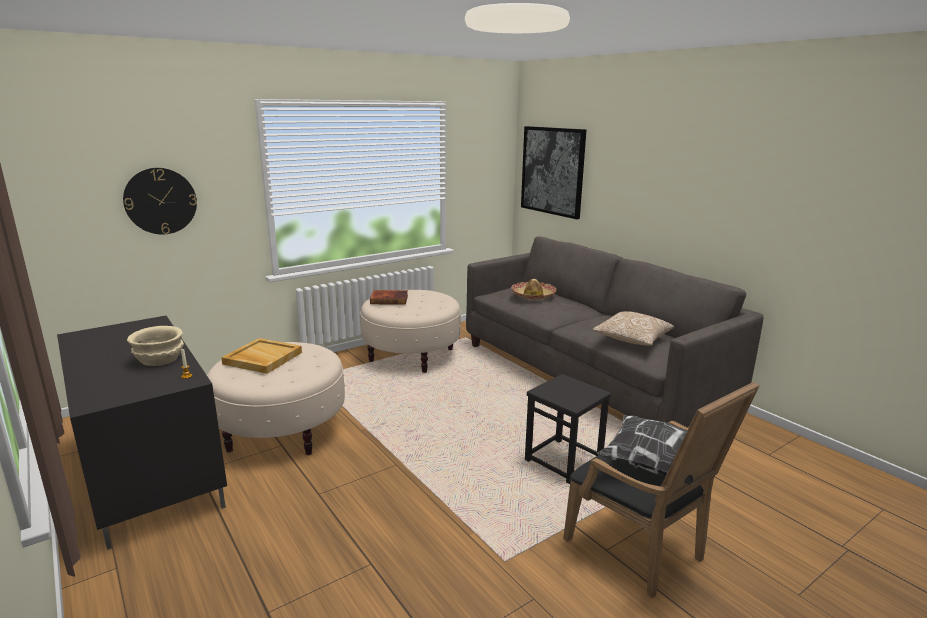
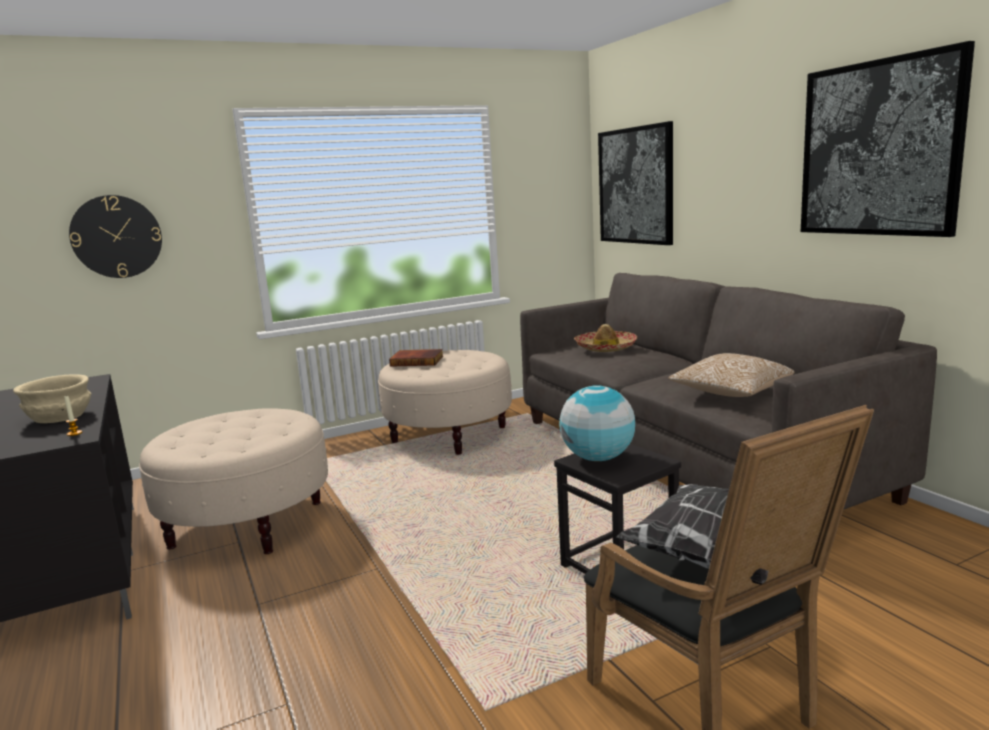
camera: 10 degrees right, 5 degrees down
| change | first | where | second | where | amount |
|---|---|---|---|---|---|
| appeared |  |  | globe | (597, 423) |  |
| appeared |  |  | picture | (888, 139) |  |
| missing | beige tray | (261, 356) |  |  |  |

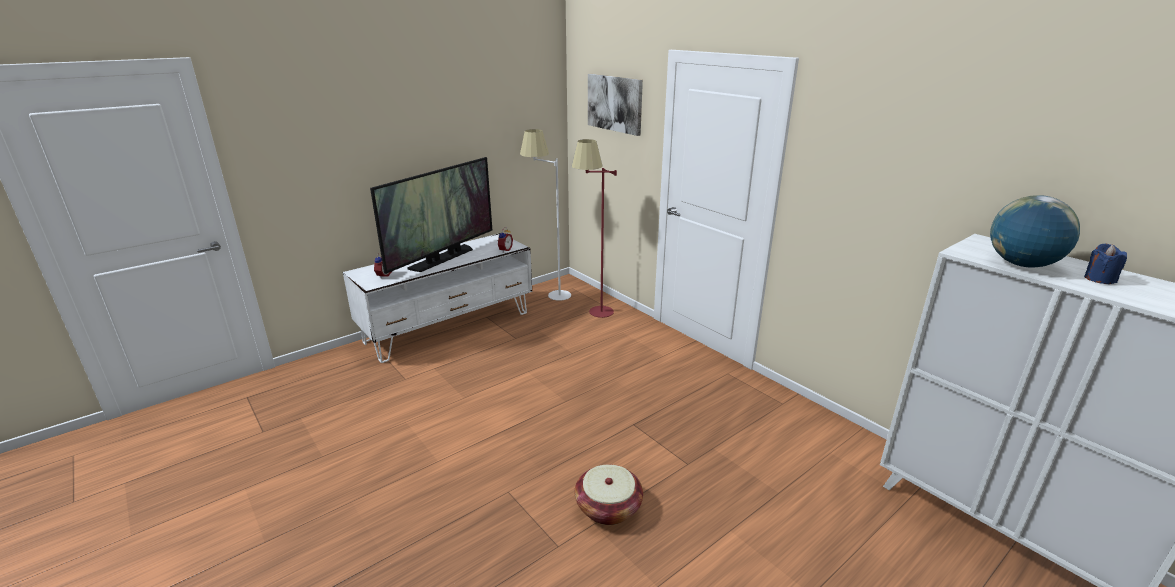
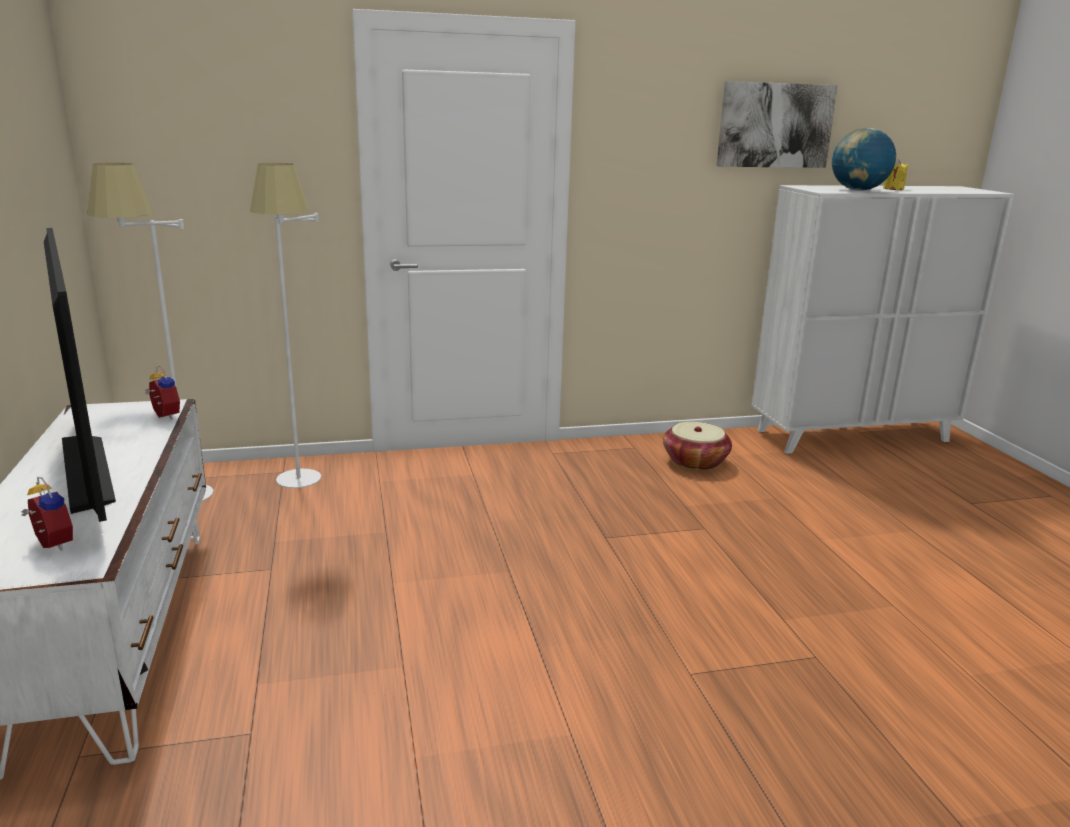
camera: 65 degrees left, 5 degrees down
| change | first | where | second | where | amount |
|---|---|---|---|---|---|
| colour | red floor lamp | (594, 228) | white floor lamp | (285, 325) |  |
| relocated | basket | (609, 495) |  | (697, 446) |  |
| relocated | picture | (615, 105) |  | (777, 124) |  |
| colour | blue candle | (1105, 263) | yellow candle | (895, 174) |  |

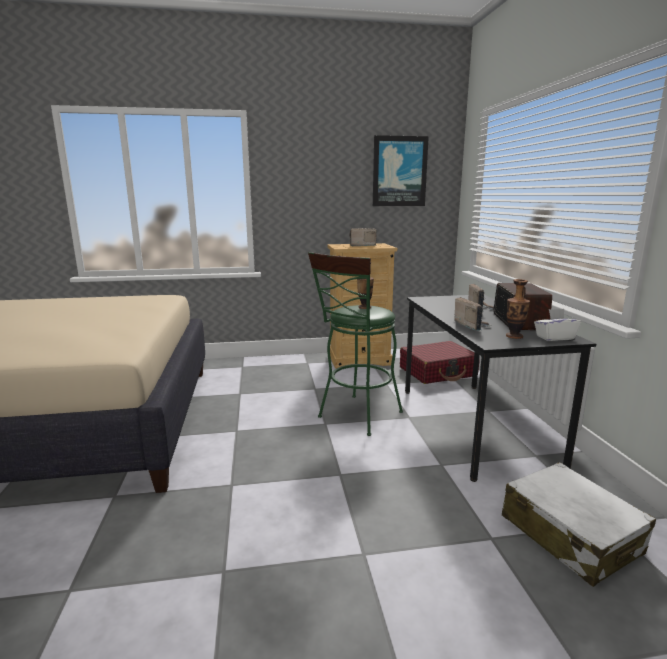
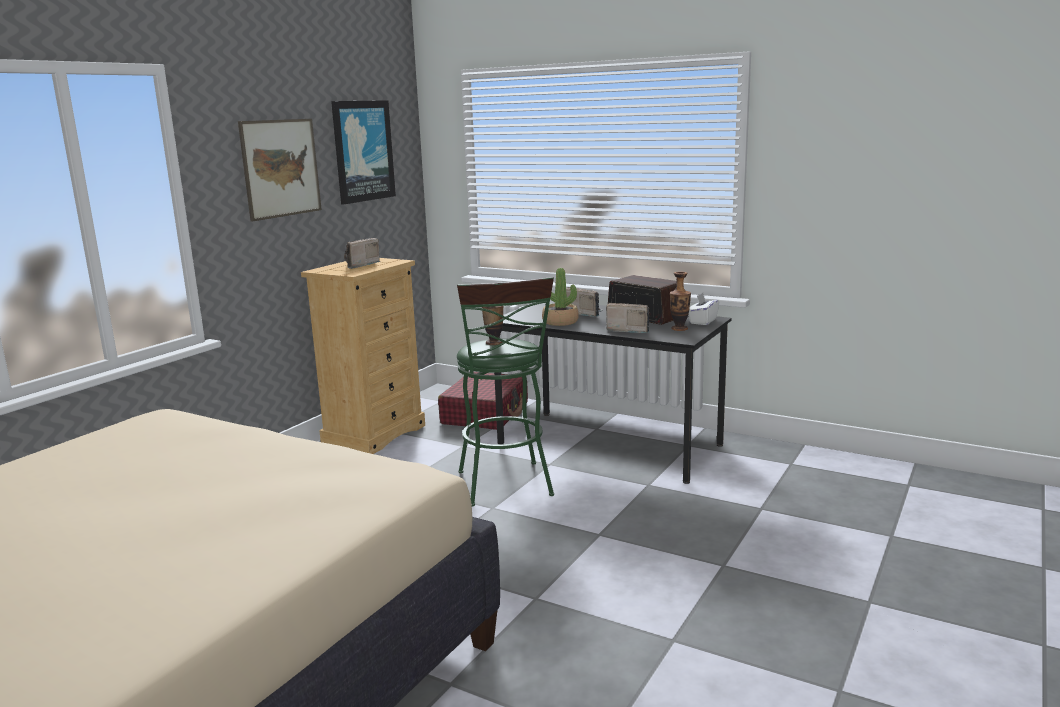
camera: 50 degrees left, 0 degrees up
| change | first | where | second | where | amount |
|---|---|---|---|---|---|
| appeared |  |  | picture | (280, 170) |  |
| appeared |  |  | potted plant | (560, 297) |  |
| missing | white suitcase | (579, 524) |  |  |  |

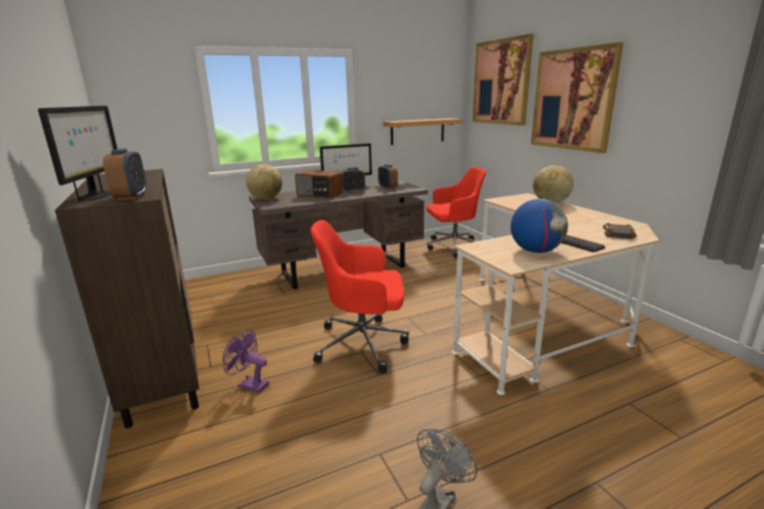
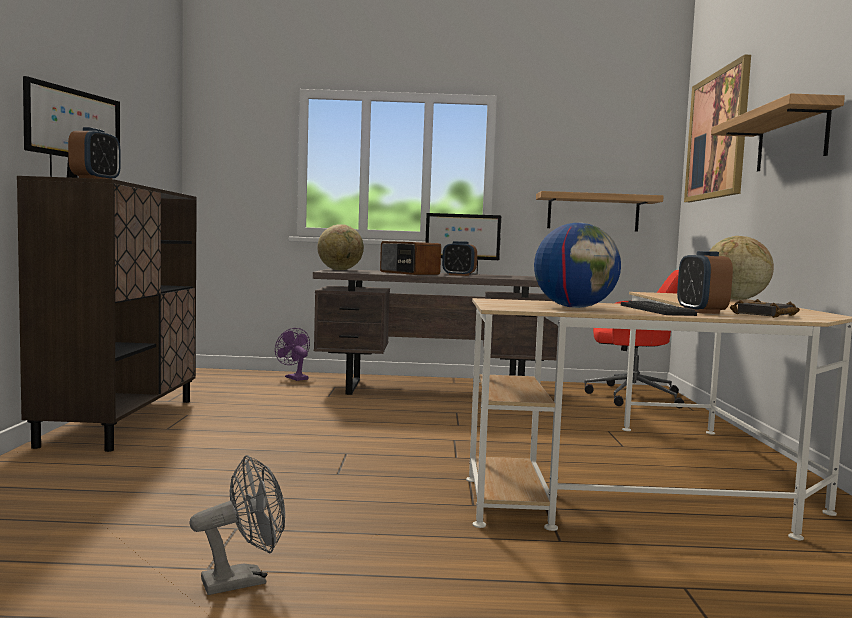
camera: 25 degrees right, 15 degrees down
| change | first | where | second | where | amount |
|---|---|---|---|---|---|
| relocated | purple fan | (246, 361) |  | (292, 354) |  |
| relocated | alarm clock | (388, 176) |  | (705, 282) |  |
| exchanged | picture | (577, 97) | shelf | (778, 132) |  |
| missing | red office chair | (360, 297) |  |  |  |

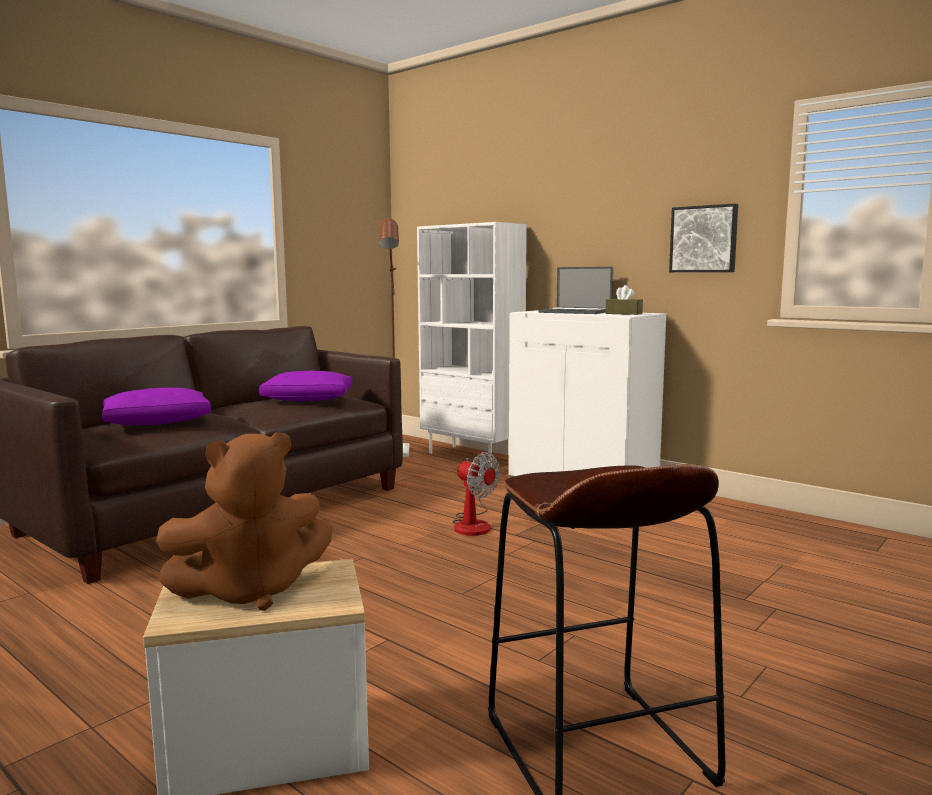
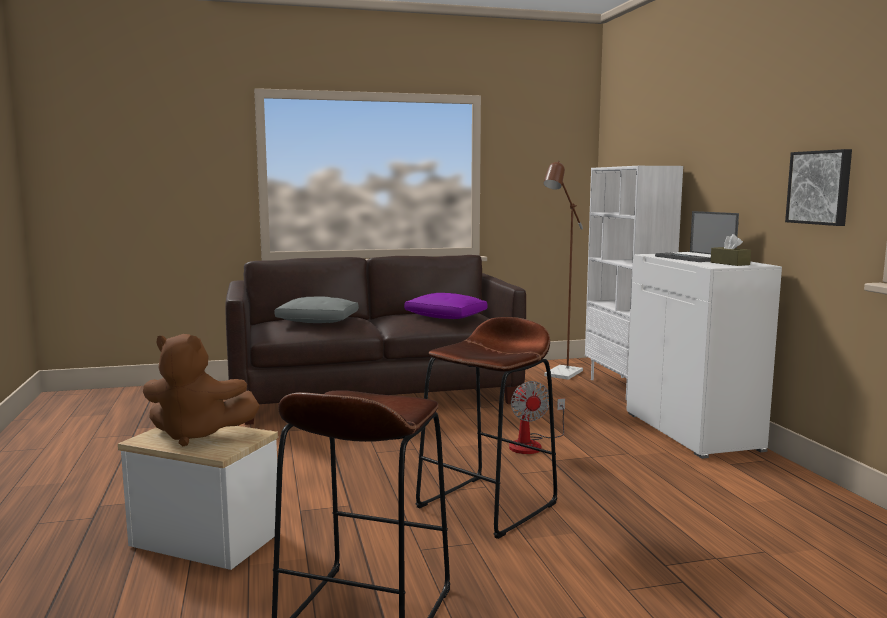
camera: 35 degrees right, 0 degrees up
| change | first | where | second | where | amount |
|---|---|---|---|---|---|
| colour | purple pillow | (156, 407) | grey pillow | (316, 309) |  |
| appeared |  |  | brown stool | (486, 428) |  |

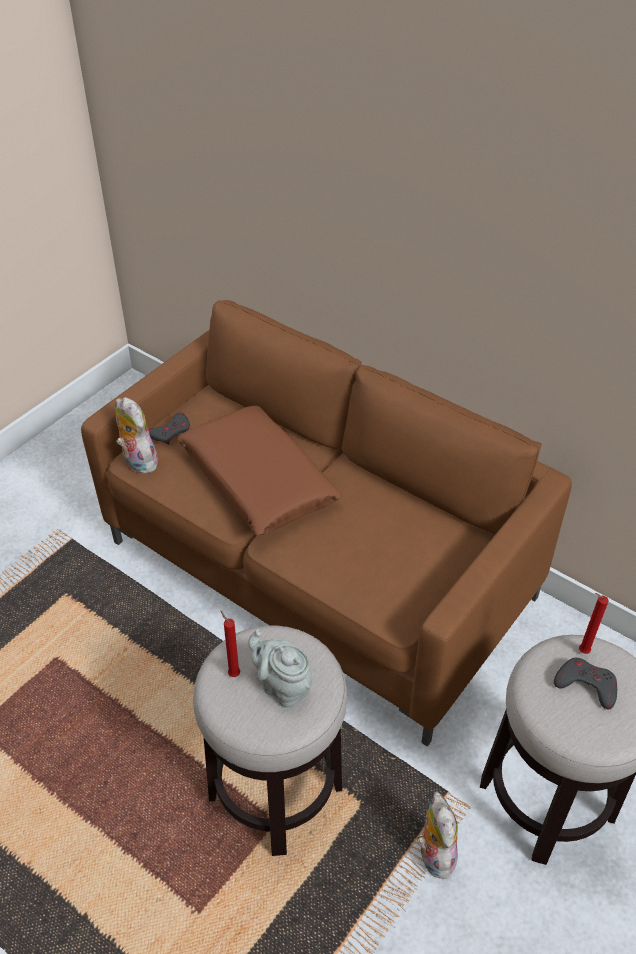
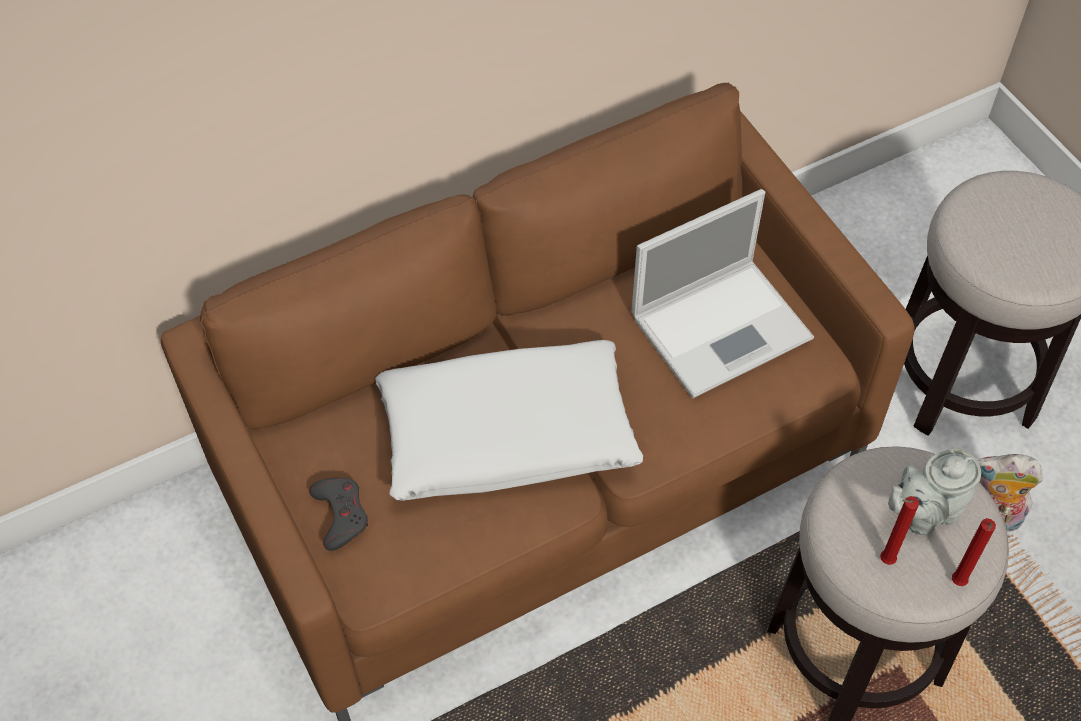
camera: 65 degrees left, 10 degrees up
| change | first | where | second | where | amount |
|---|---|---|---|---|---|
| colour | brown pillow | (259, 470) | white pillow | (509, 420) |  |
| appeared |  |  | laptop | (722, 293) |  |
| relocated | red candle | (594, 623) |  | (974, 552) |  |
| missing | plush toy | (138, 435) |  |  |  |
| missing | grey game controller | (585, 684) |  |  |  |

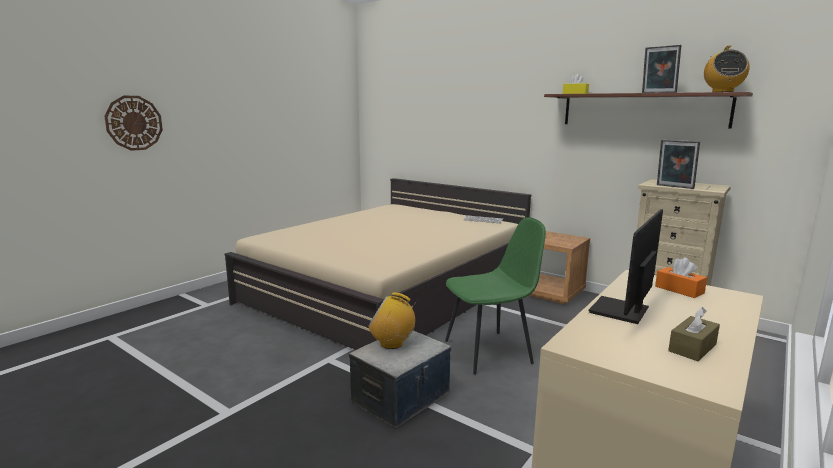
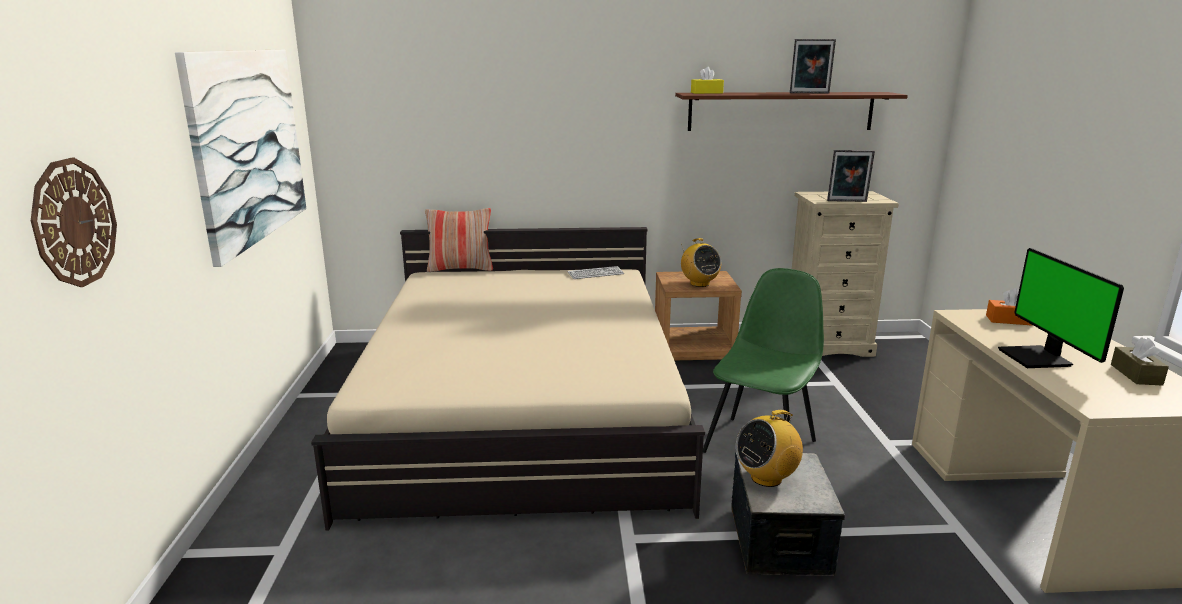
camera: 40 degrees left, 5 degrees up
| change | first | where | second | where | amount |
|---|---|---|---|---|---|
| appeared |  |  | picture | (240, 158) |  |
| appeared |  |  | pillow | (459, 240) |  |
| relocated | radio | (727, 69) |  | (701, 262) |  |

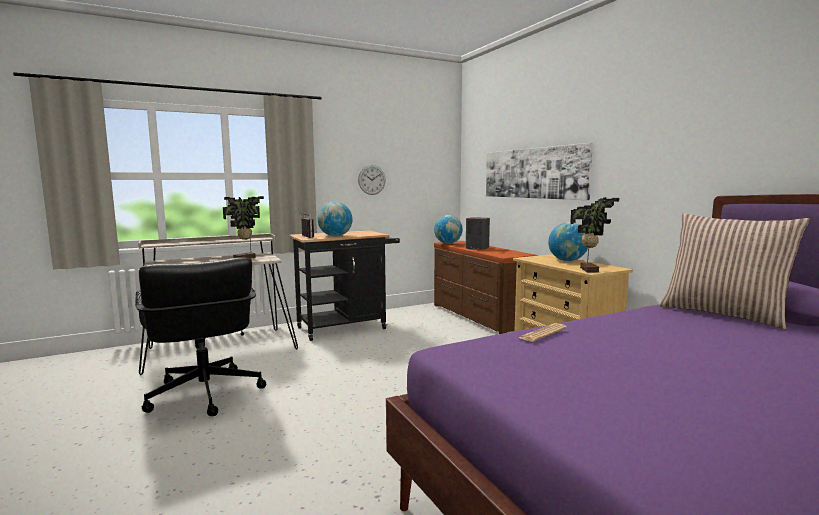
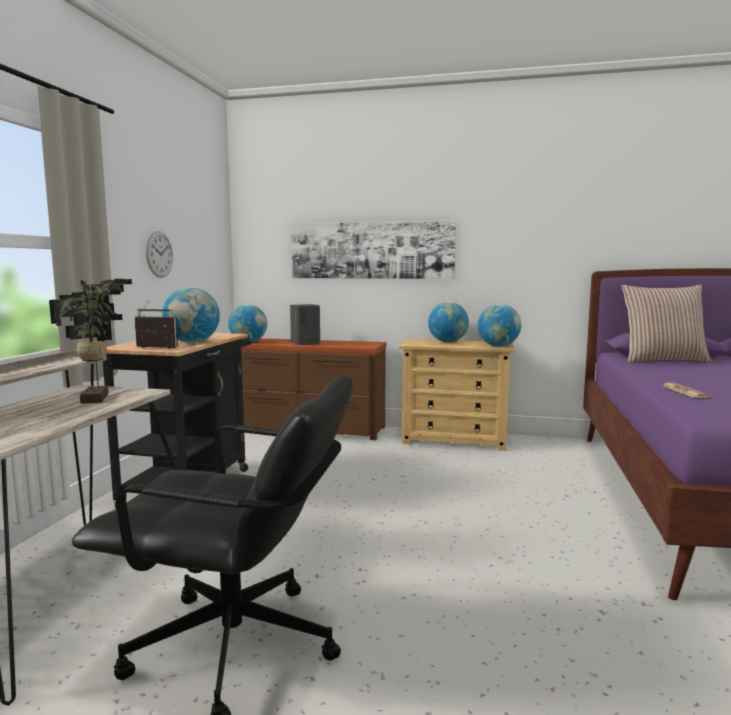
camera: 50 degrees left, 0 degrees up
| change | first | where | second | where | amount |
|---|---|---|---|---|---|
| exchanged | potted plant | (594, 235) | globe | (499, 325) |  |

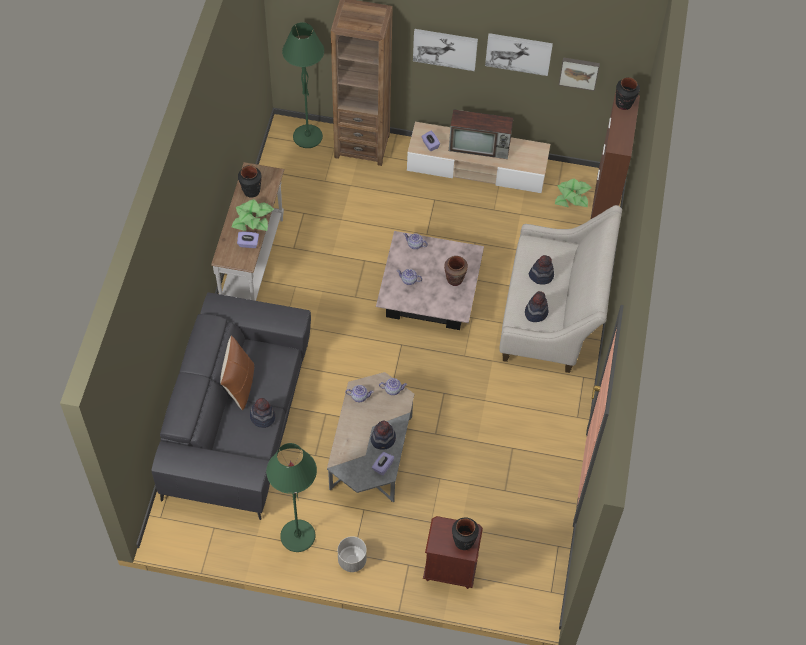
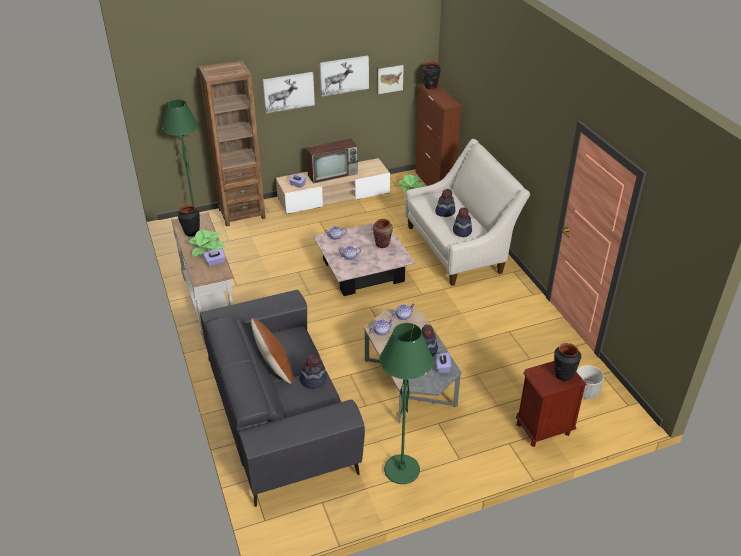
camera: 30 degrees left, 20 degrees down
| change | first | where | second | where | amount |
|---|---|---|---|---|---|
| relocated | grey planter | (352, 554) |  | (590, 382) |  |

